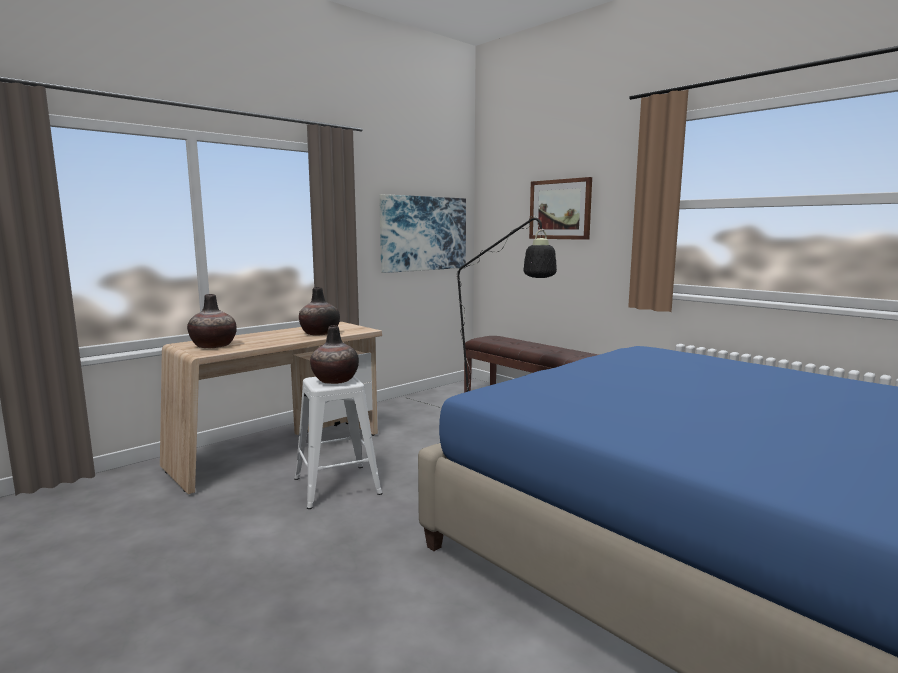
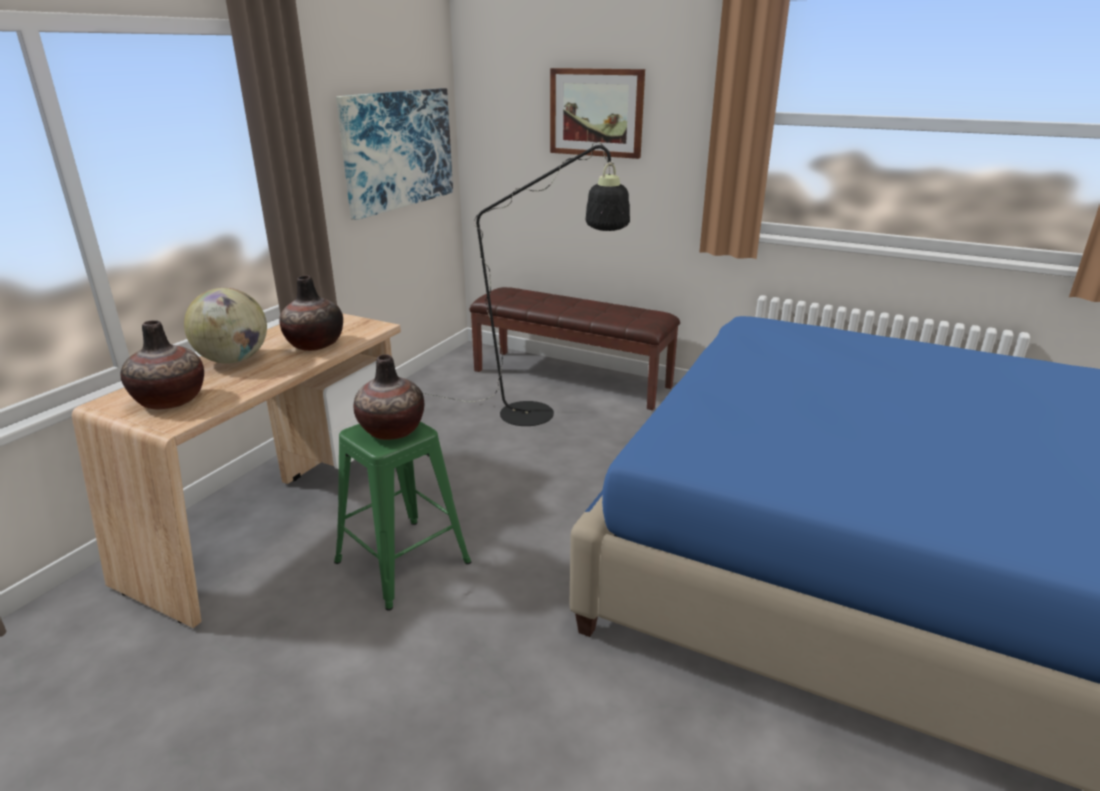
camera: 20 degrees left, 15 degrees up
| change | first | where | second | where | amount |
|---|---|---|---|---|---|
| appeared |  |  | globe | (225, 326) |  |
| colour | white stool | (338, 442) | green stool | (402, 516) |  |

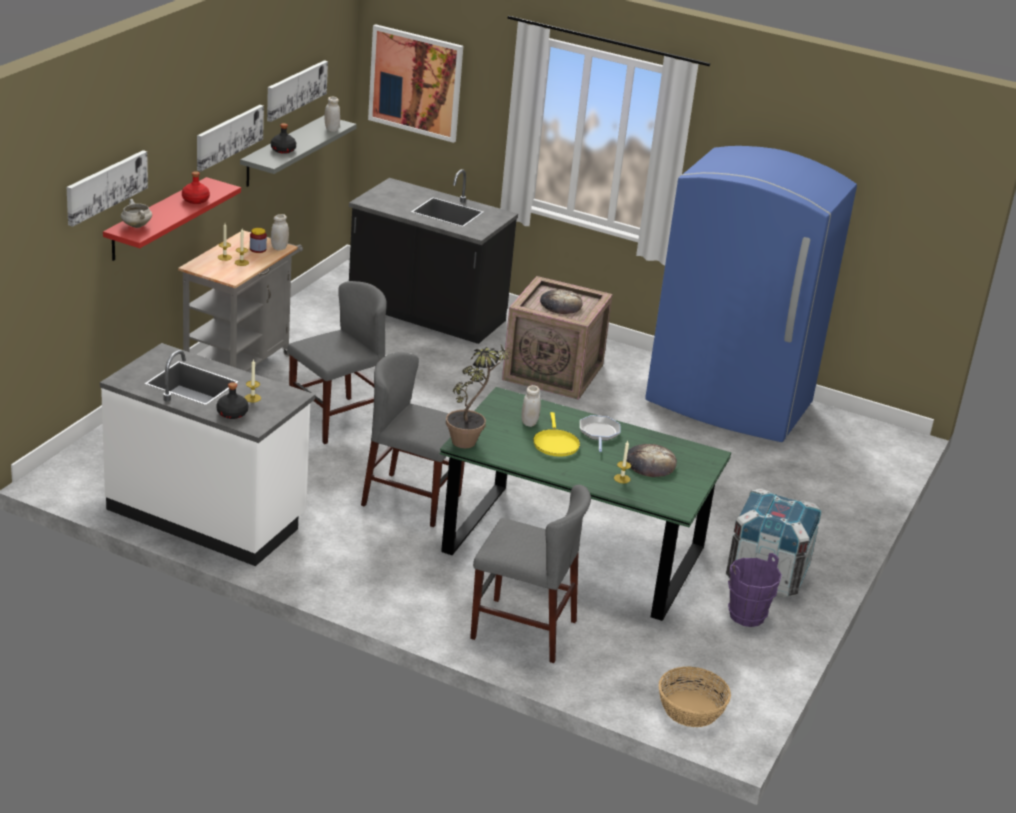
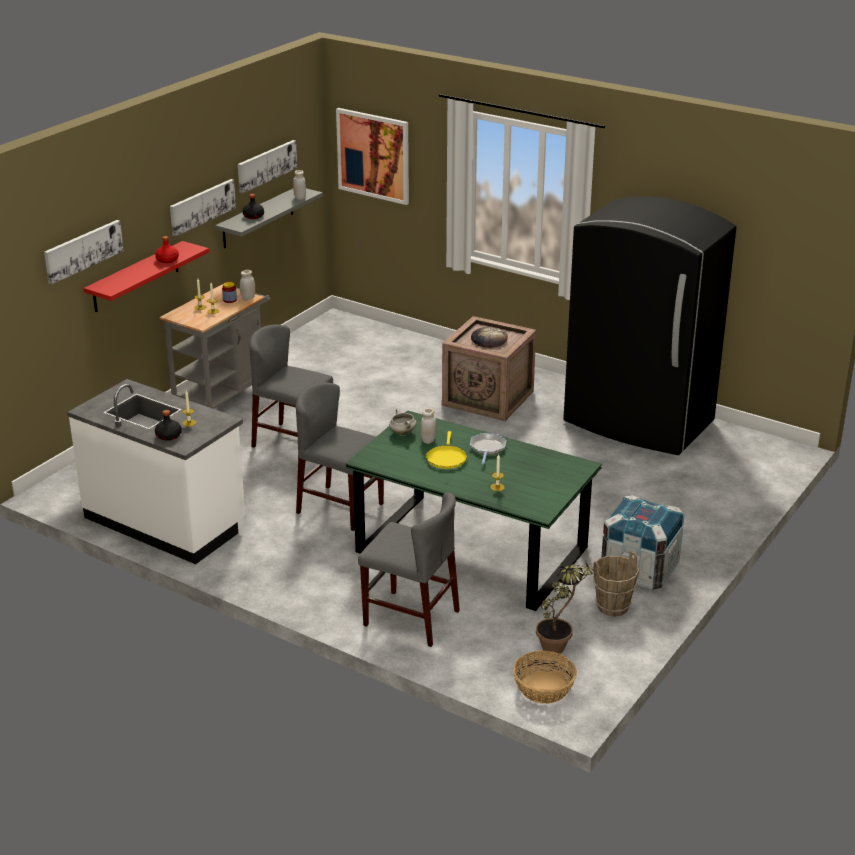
camera: 10 degrees right, 0 degrees up
| change | first | where | second | where | amount |
|---|---|---|---|---|---|
| spun | grey chair | (337, 362) |  | (291, 386) | 120 degrees counterclockwise |
| relocated | white cooking pot | (136, 213) |  | (402, 422) |  |
| relocated | potted plant | (478, 396) |  | (566, 607) |  |
| colour | blue fridge | (751, 294) | black fridge | (649, 326) |  |
| colour | purple bucket | (755, 590) | brown bucket | (616, 584) |  |
| missing | black counter | (433, 256) |  |  |  |
| missing | bread | (651, 460) |  |  |  |

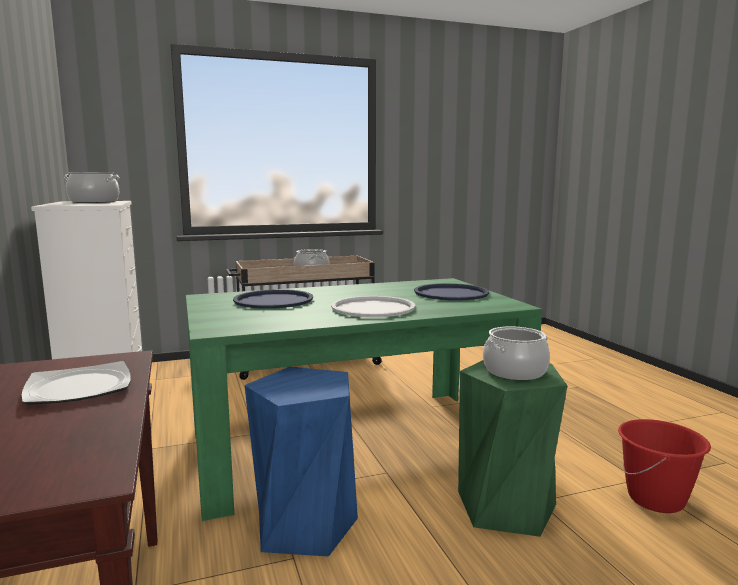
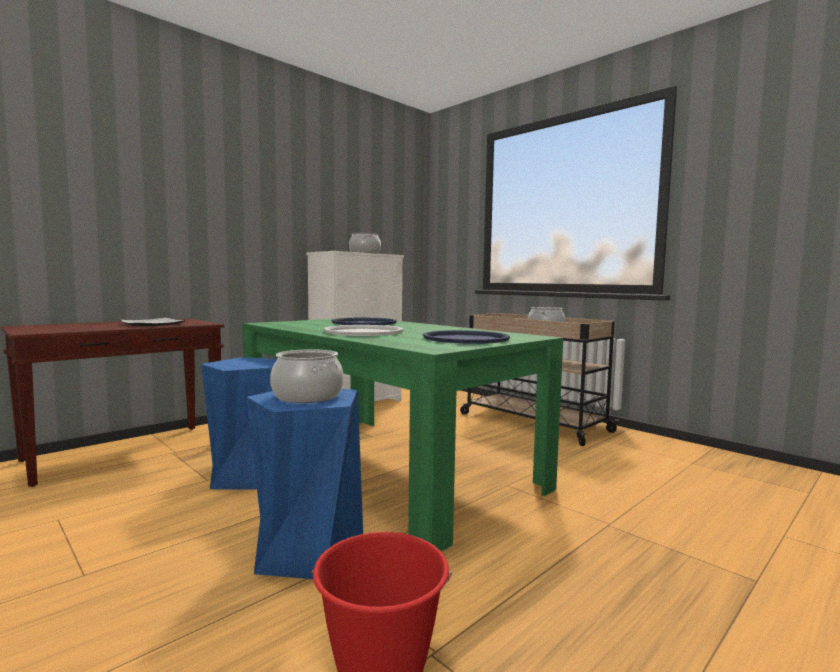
camera: 65 degrees right, 5 degrees down
| change | first | where | second | where | amount |
|---|---|---|---|---|---|
| colour | green stool | (512, 448) | blue stool | (305, 484) |  |

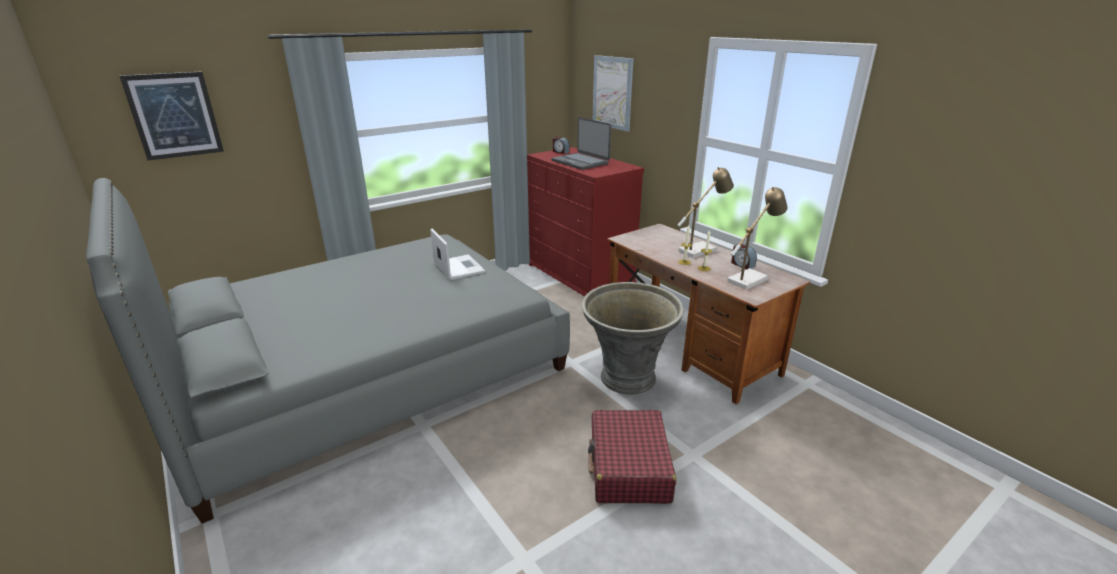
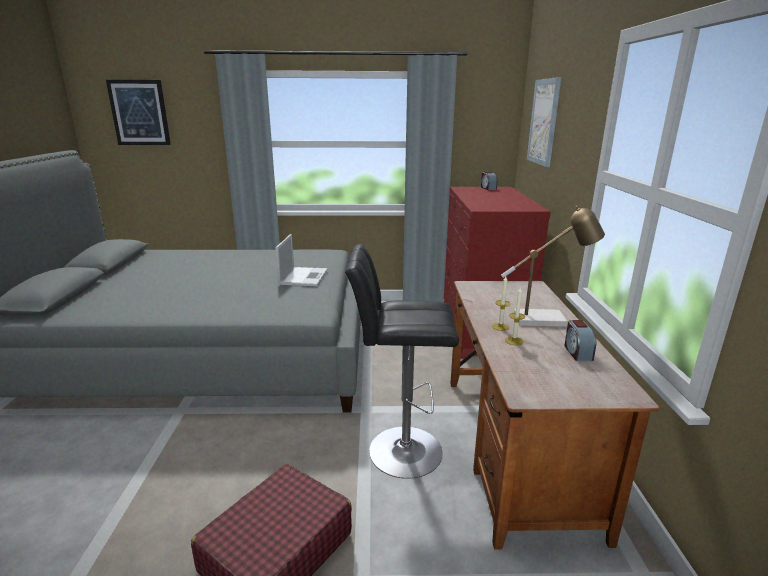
camera: 35 degrees right, 5 degrees down
| change | first | where | second | where | amount |
|---|---|---|---|---|---|
| exchanged | grey planter | (633, 338) | black stool | (402, 361) |  |
| missing | laptop | (581, 143) |  |  |  |
| missing | table lamp | (757, 238) |  |  |  |

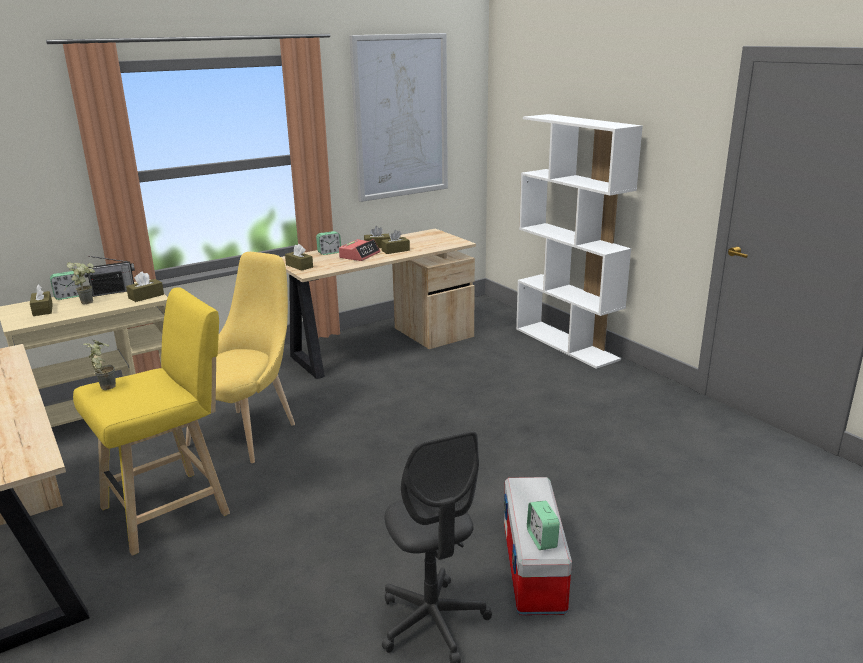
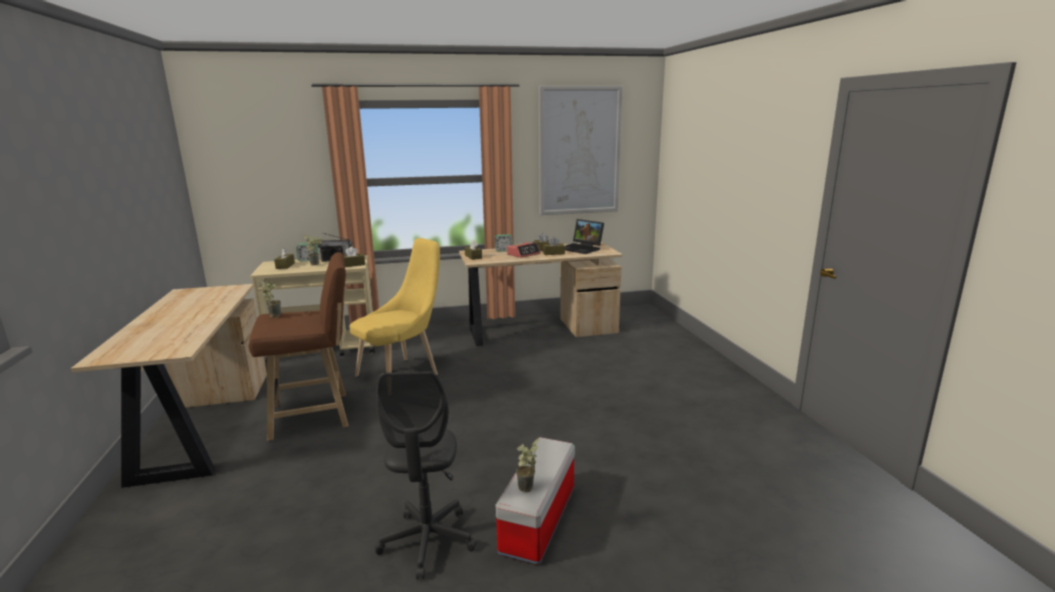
camera: 20 degrees right, 5 degrees down
| change | first | where | second | where | amount |
|---|---|---|---|---|---|
| colour | yellow stool | (151, 421) | brown stool | (298, 346) |  |
| exchanged | alarm clock | (543, 525) | potted plant | (527, 465) |  |
| appeared |  |  | laptop | (584, 236) |  |
| missing | white bookcase | (579, 241) |  |  |  |

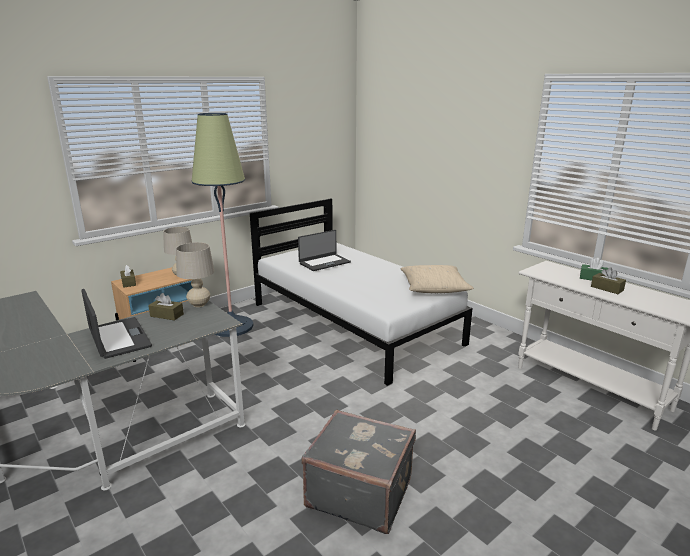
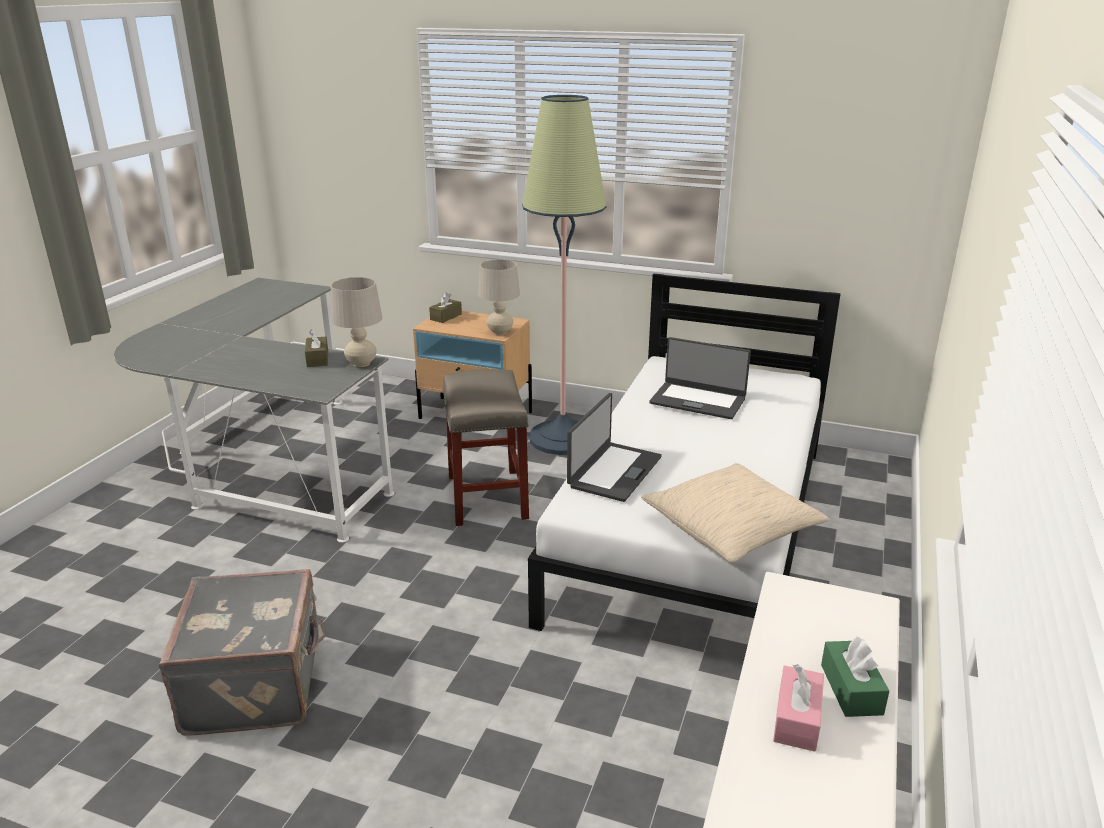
camera: 60 degrees right, 5 degrees up
| change | first | where | second | where | amount |
|---|---|---|---|---|---|
| appeared |  |  | beige stool | (486, 447) |  |
| relocated | laptop | (116, 324) |  | (614, 447) |  |
| colour | brown tissue box | (608, 280) | pink tissue box | (798, 708) |  |

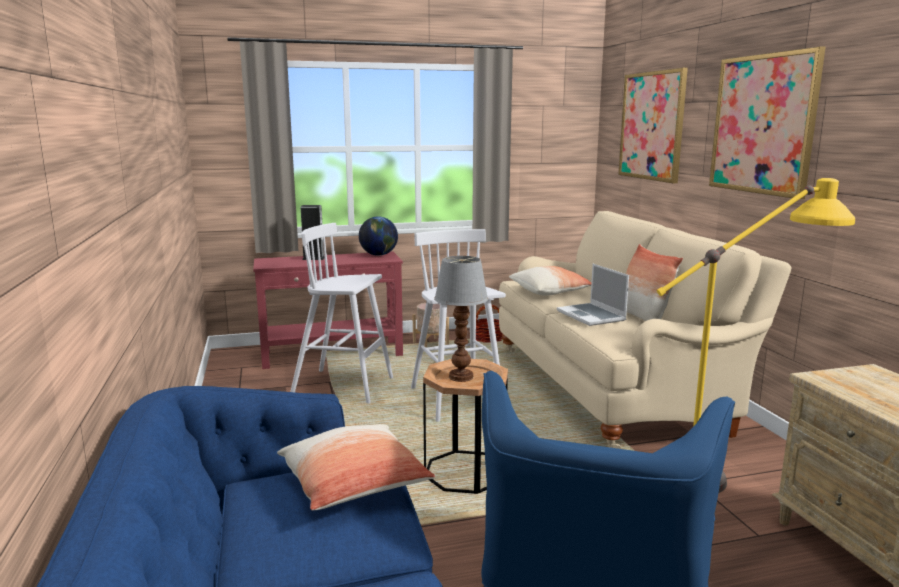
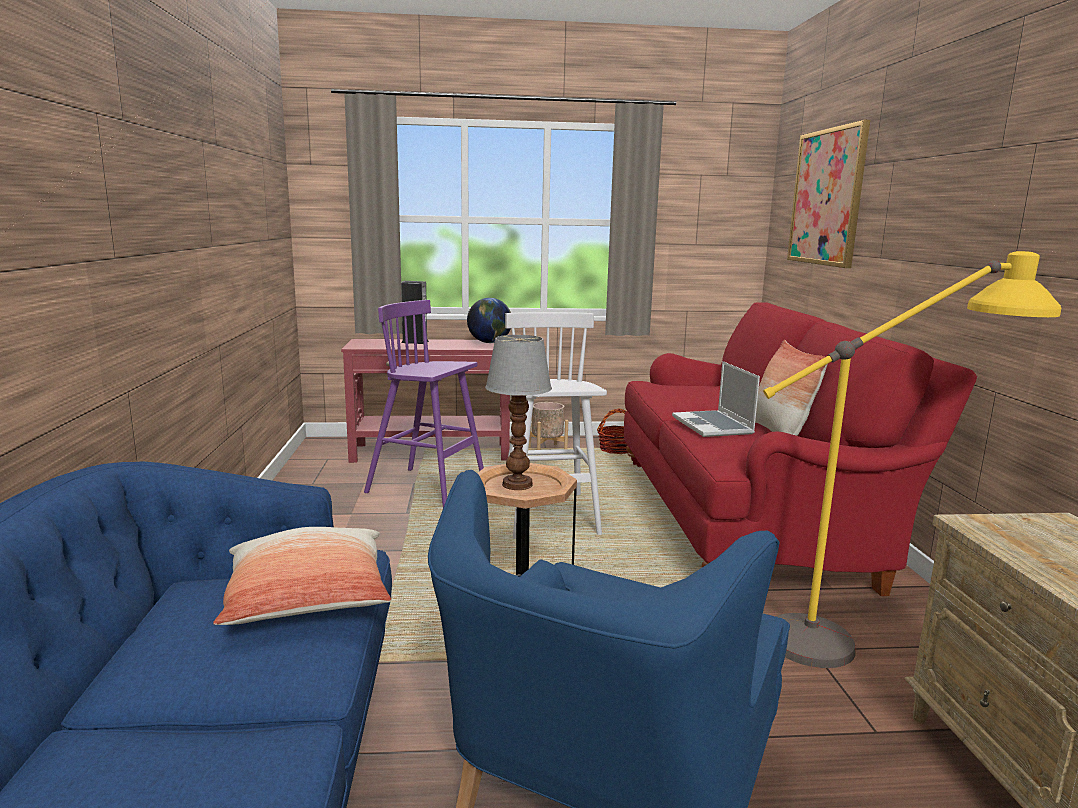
camera: 10 degrees right, 0 degrees up
| change | first | where | second | where | amount |
|---|---|---|---|---|---|
| colour | white stool | (341, 313) | purple stool | (424, 404) |  |
| colour | beige sofa | (645, 330) | red sofa | (800, 449) |  |
| missing | pillow | (550, 281) |  |  |  |
| missing | picture | (767, 122) |  |  |  |

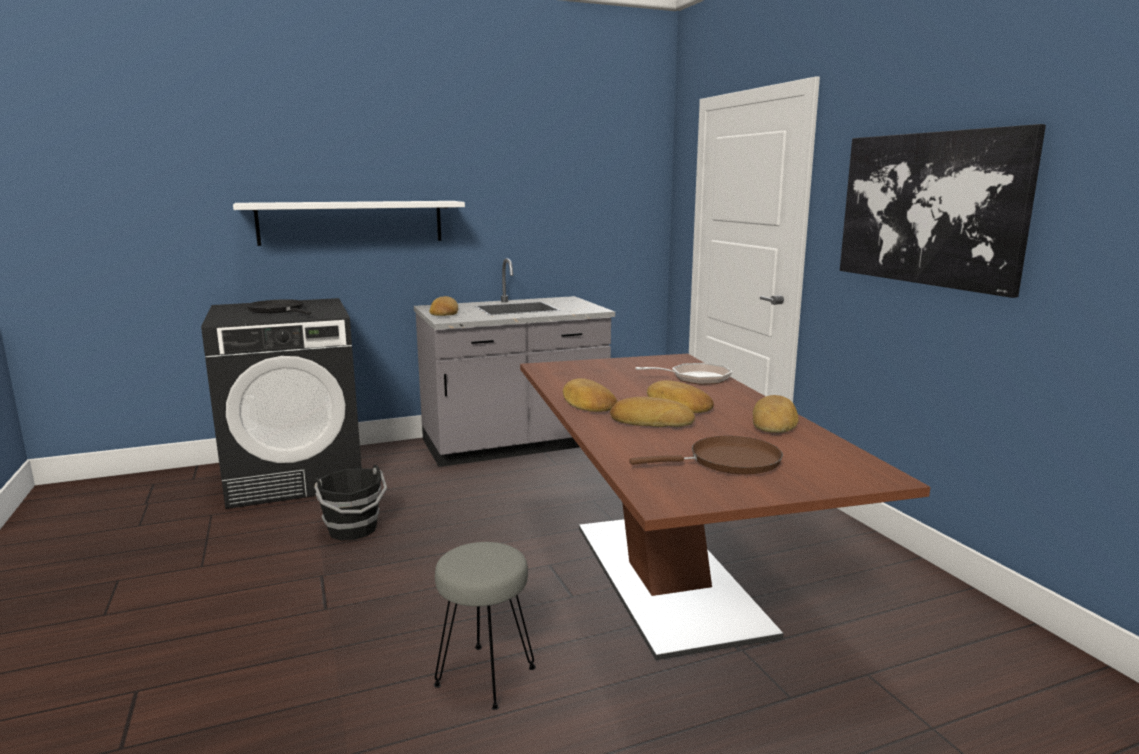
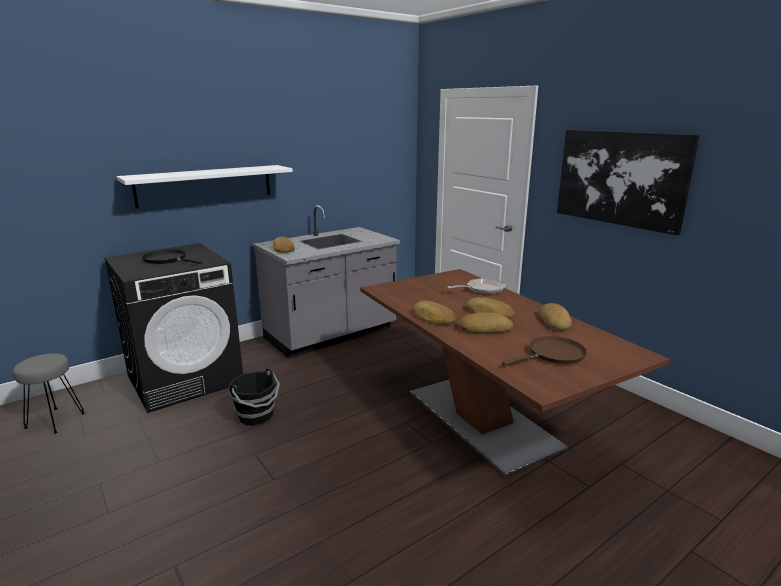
camera: 15 degrees left, 5 degrees up
| change | first | where | second | where | amount |
|---|---|---|---|---|---|
| relocated | grey stool | (485, 626) |  | (49, 393) |  |

